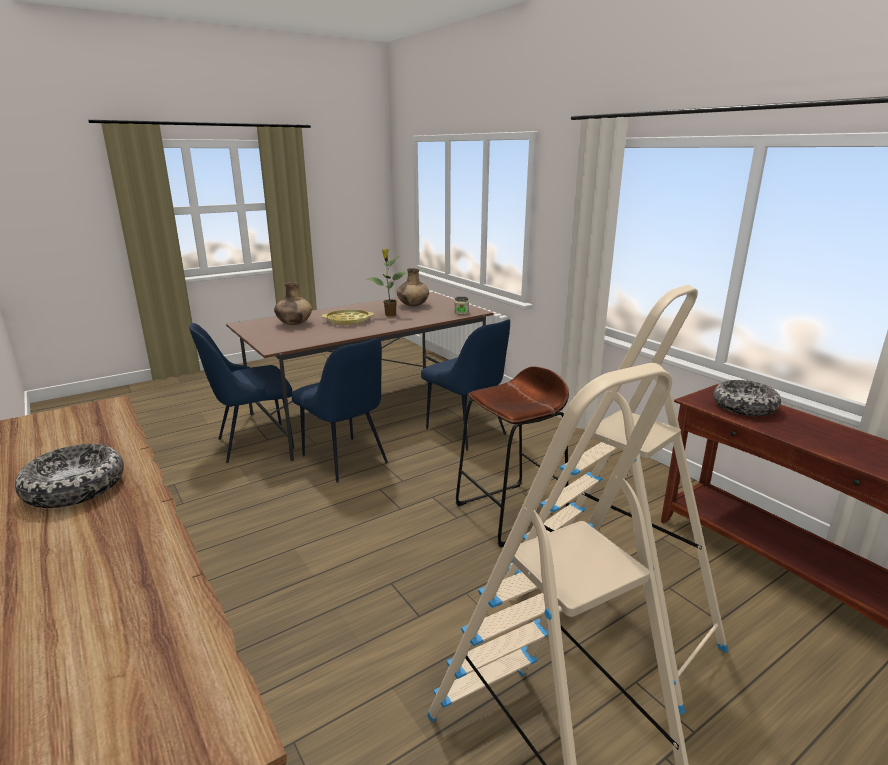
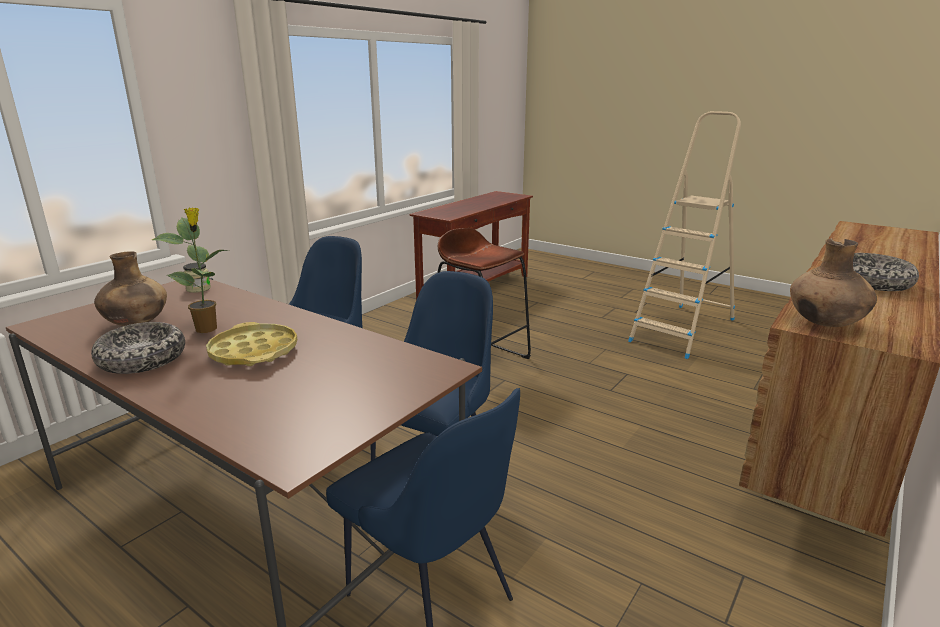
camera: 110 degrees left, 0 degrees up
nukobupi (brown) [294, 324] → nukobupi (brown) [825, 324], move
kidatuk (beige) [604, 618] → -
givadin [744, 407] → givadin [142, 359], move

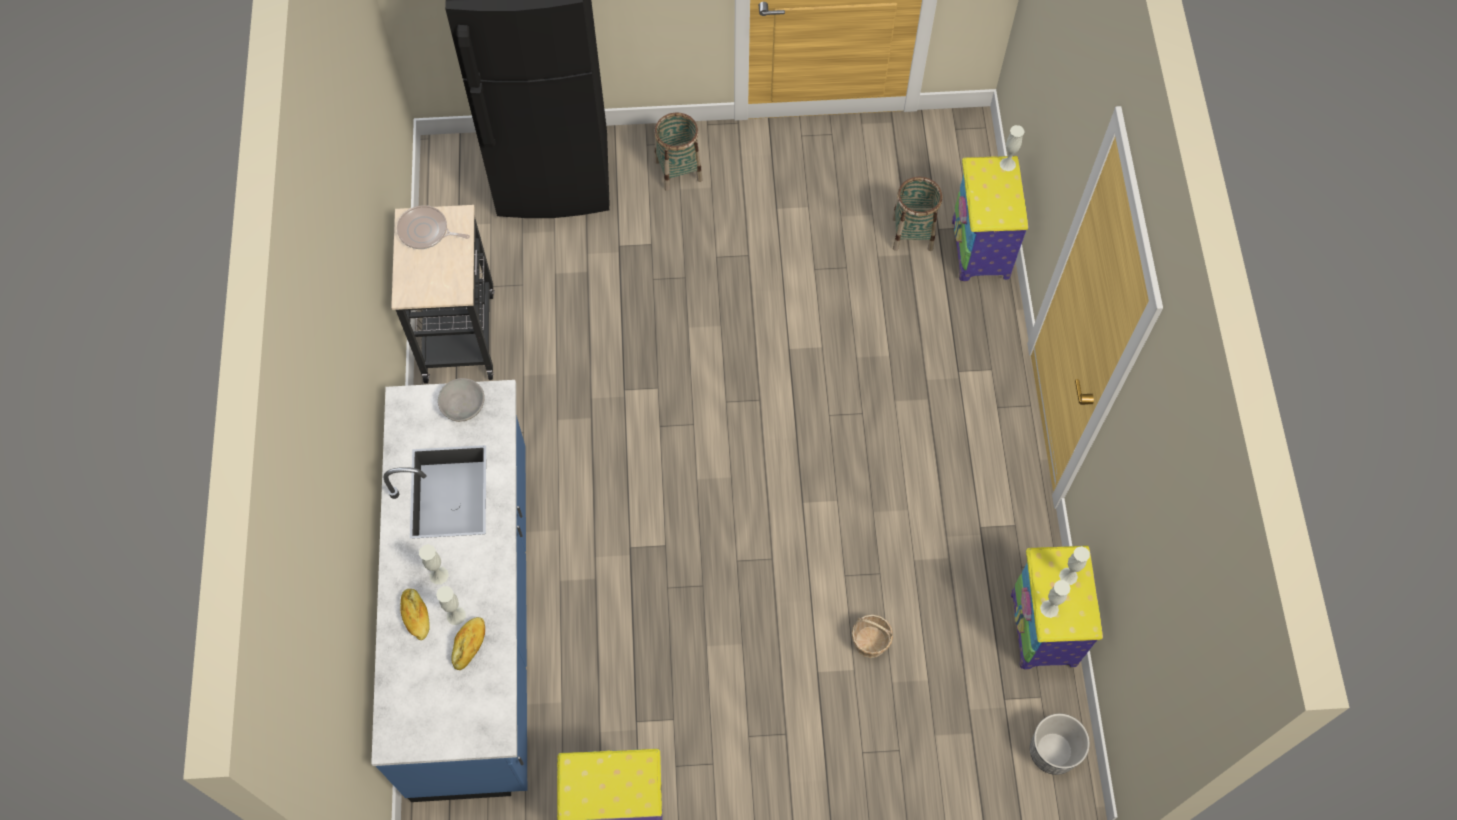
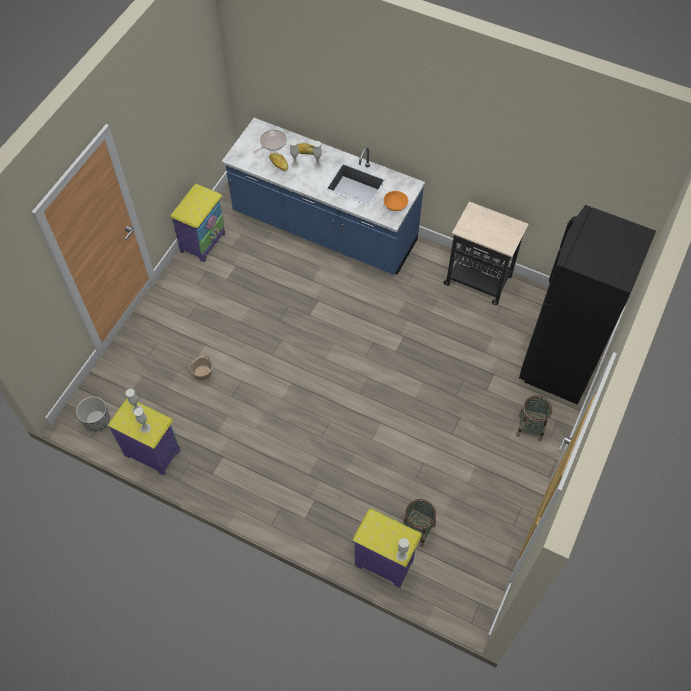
camera: 120 degrees right, 5 degrees down
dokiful [426, 231] → dokiful [272, 143], move
givadin (grey) [463, 406] → givadin (orange) [395, 205]

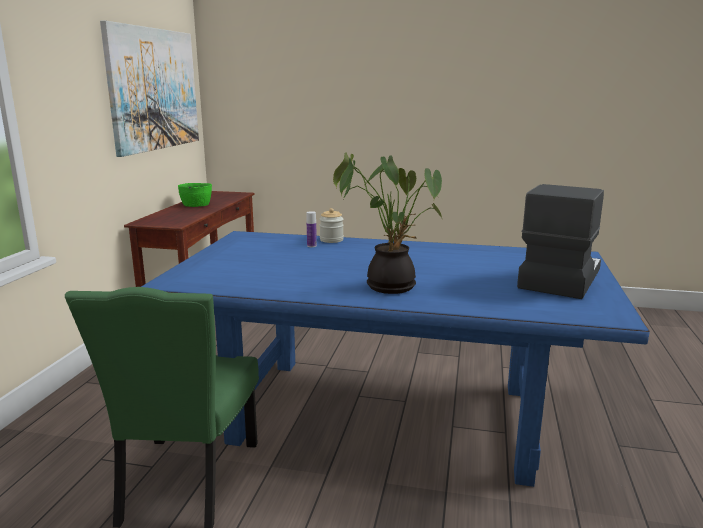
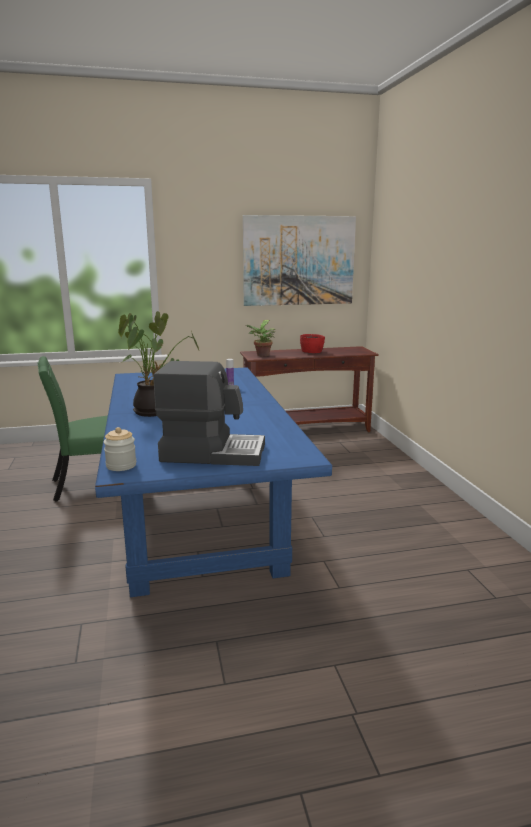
camera: 65 degrees right, 0 degrees up
givadin (green) [196, 205] → givadin (red) [312, 351]
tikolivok [331, 240] → tikolivok [121, 465], move
- → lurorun [262, 355]

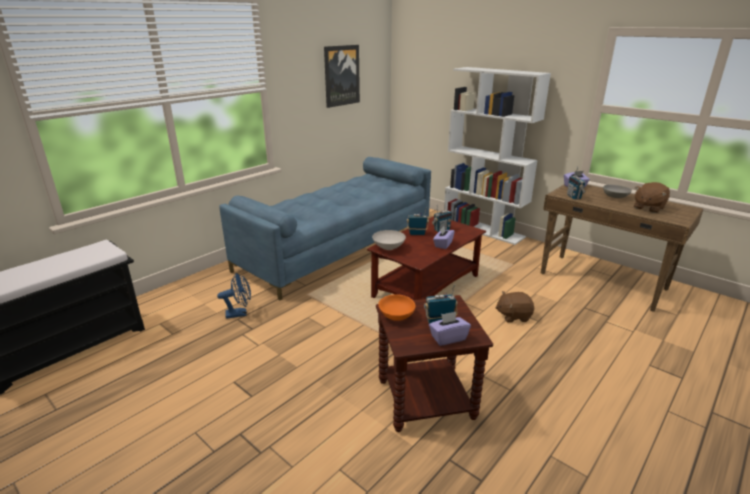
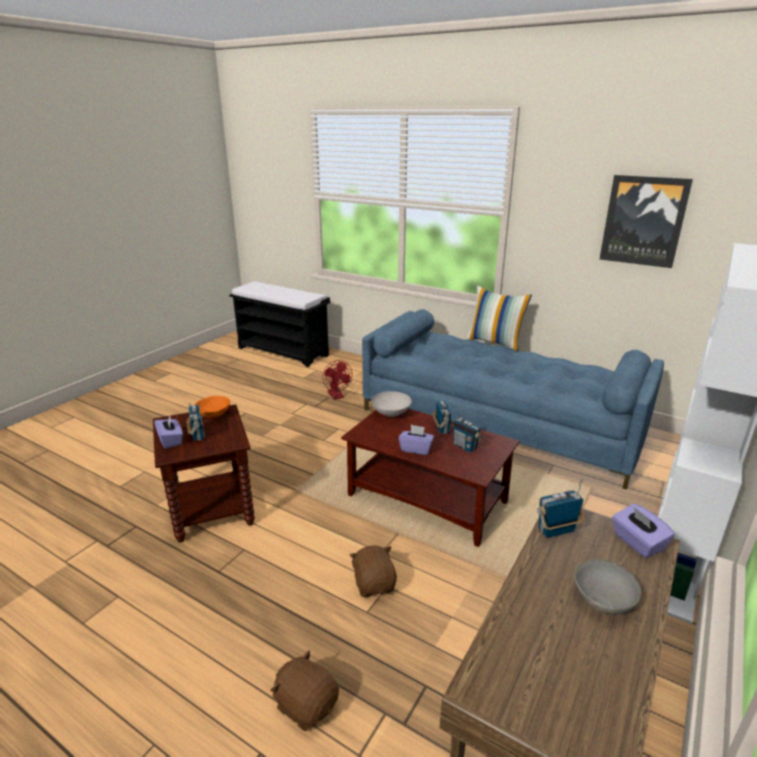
camera: 80 degrees right, 0 degrees up
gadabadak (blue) [240, 313] → gadabadak (red) [337, 396]
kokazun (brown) [648, 208] → kokazun (brown) [306, 704], move
- → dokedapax [495, 342]

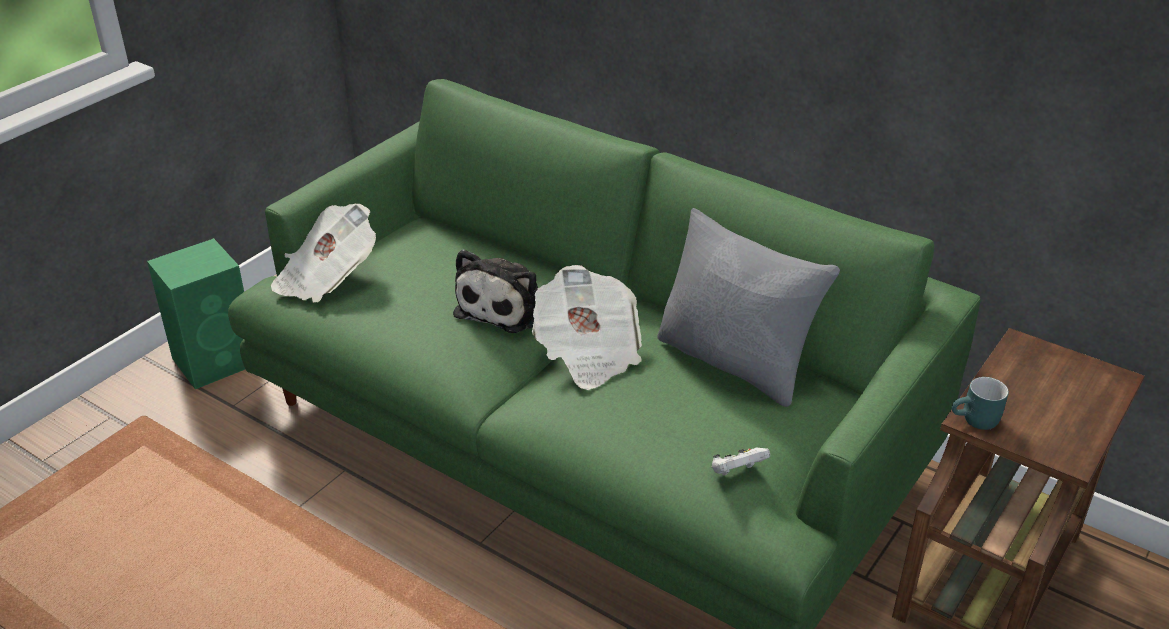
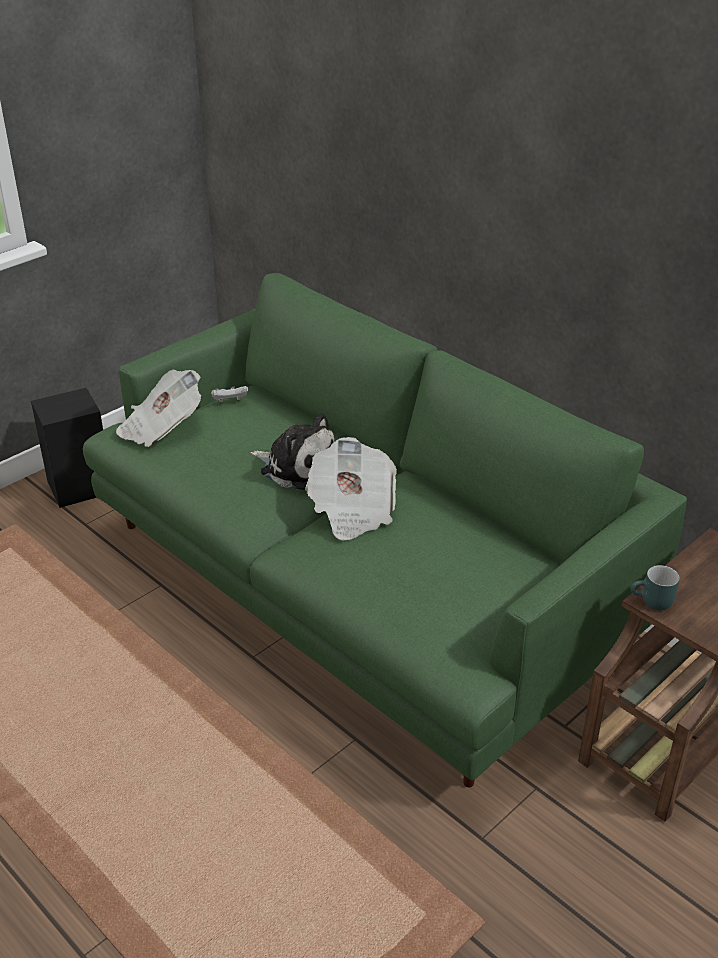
camera: 10 degrees right, 0 degrees up
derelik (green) [217, 360] → derelik (black) [82, 486]
kokazun [504, 306] → kokazun [296, 466], 90 degrees counterclockwise
dokedapax (grey) [735, 362] → -
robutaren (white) [737, 472] → robutaren (white) [230, 401], move

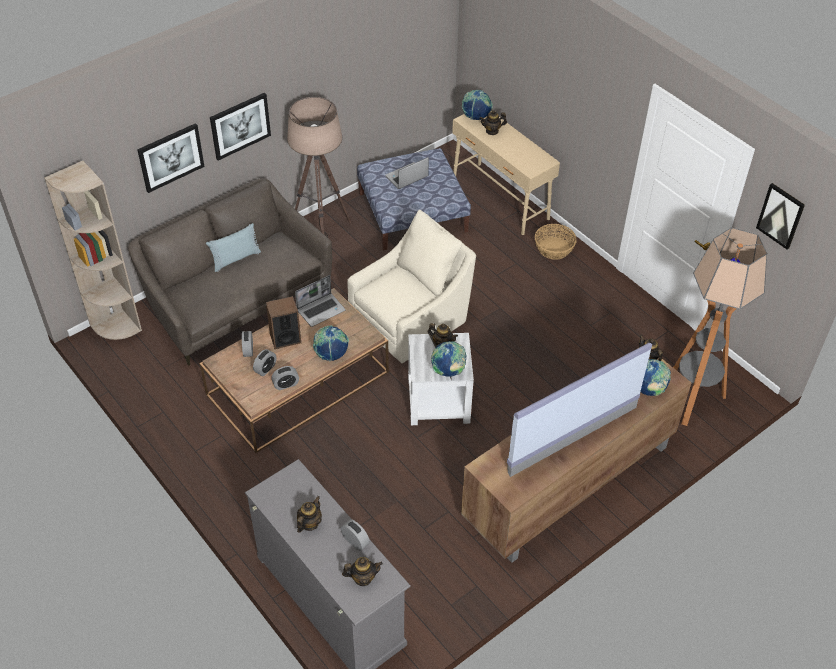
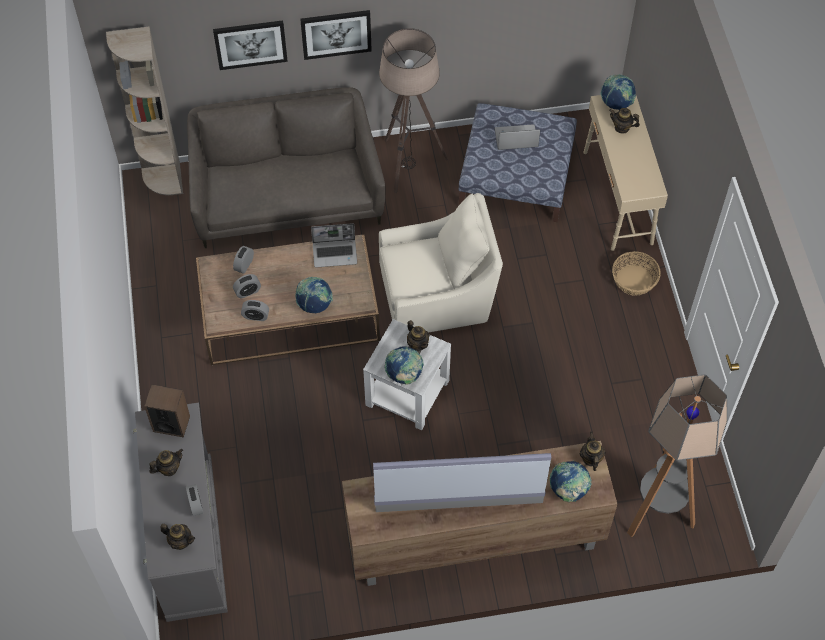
camera: 30 degrees right, 10 degrees up
dokedapax (blue) [235, 259] → -
derelik [285, 338] → derelik [171, 423], move
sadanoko [780, 215] → -

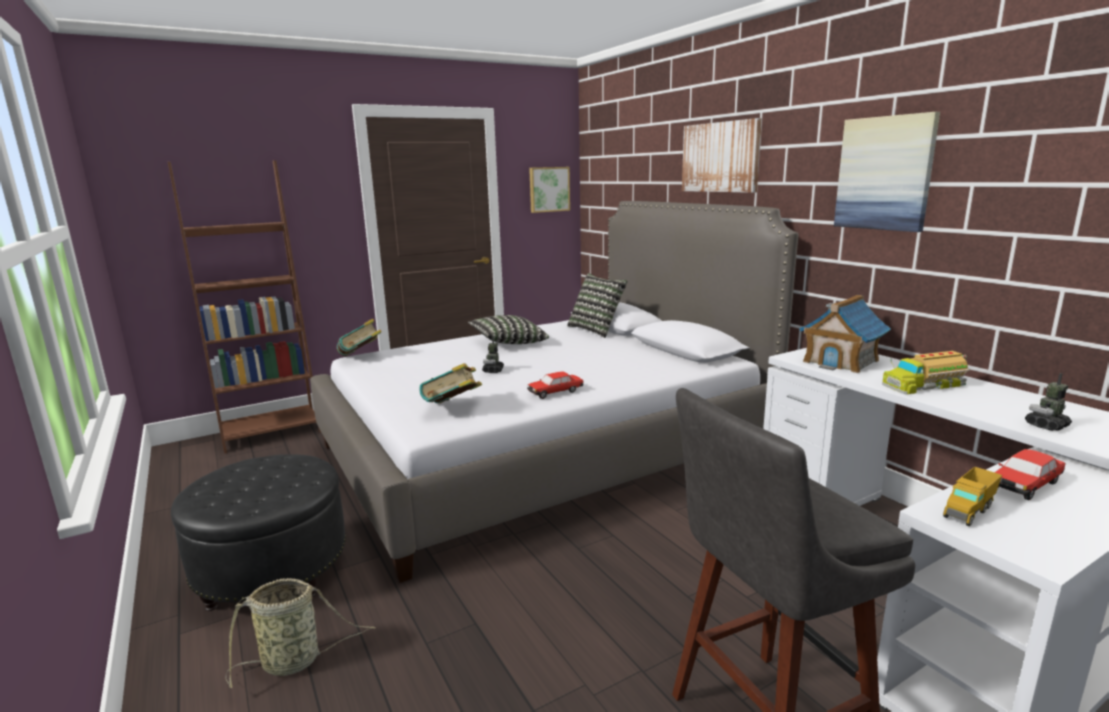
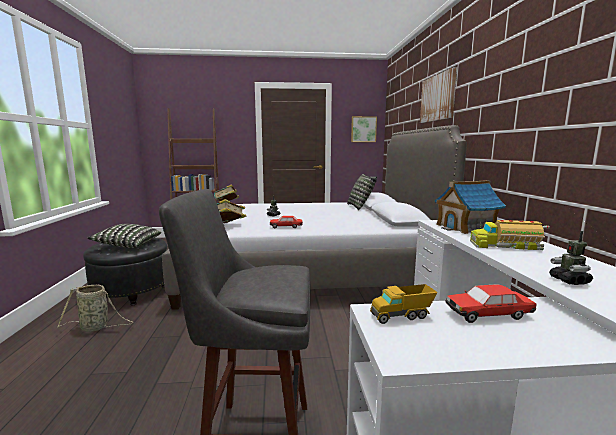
camera: 25 degrees right, 5 degrees down
dokedapax [508, 343] → dokedapax [128, 245], move
sadanoko [884, 173] → -
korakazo [1046, 425] → korakazo [569, 281], 90 degrees counterclockwise

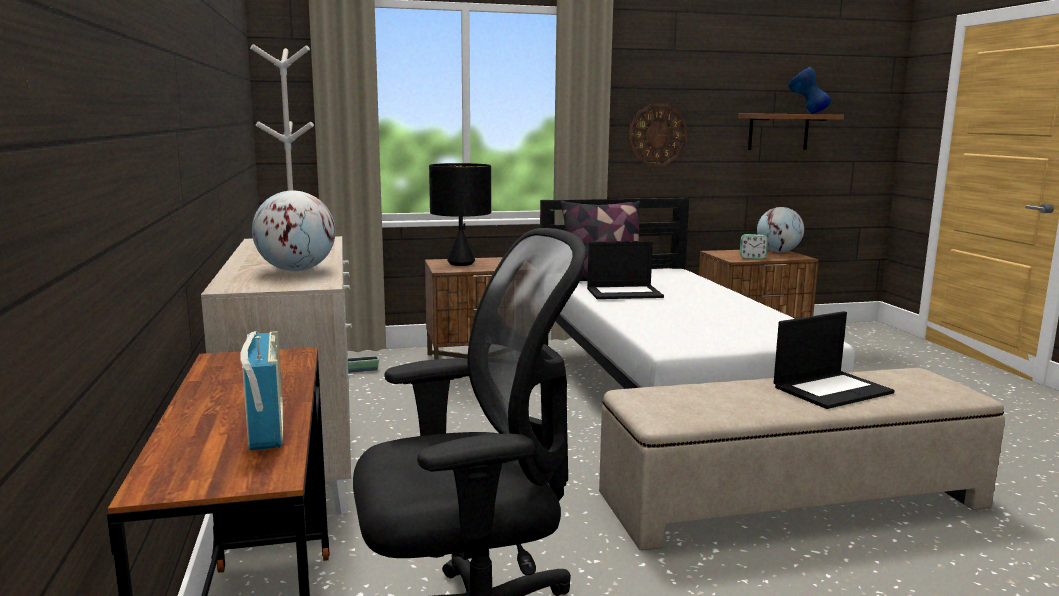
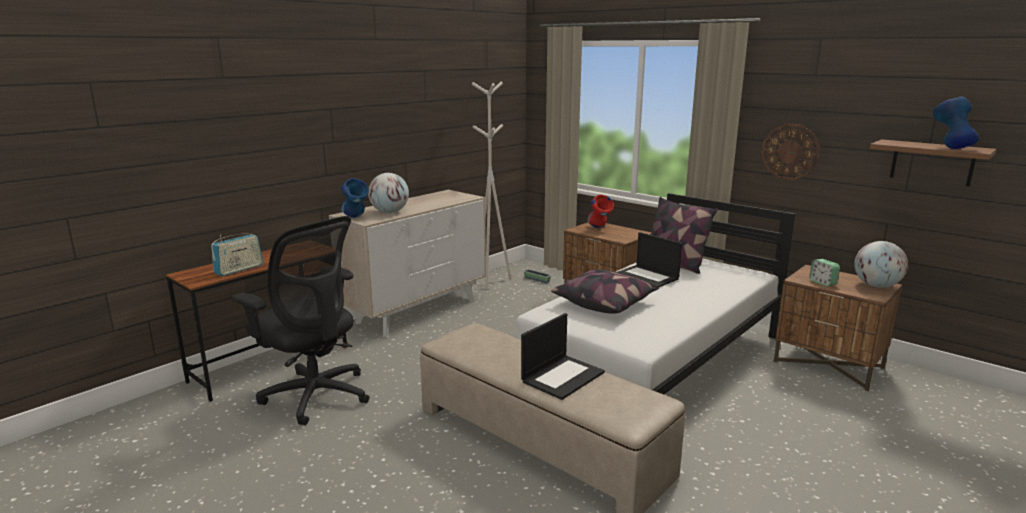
camera: 55 degrees right, 5 degrees up
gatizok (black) [461, 264] → nukobupi (red) [599, 228]
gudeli [832, 389] → gudeli [563, 376], 75 degrees counterclockwise
- → nukobupi (blue) [356, 218]
- → dokedapax [605, 303]

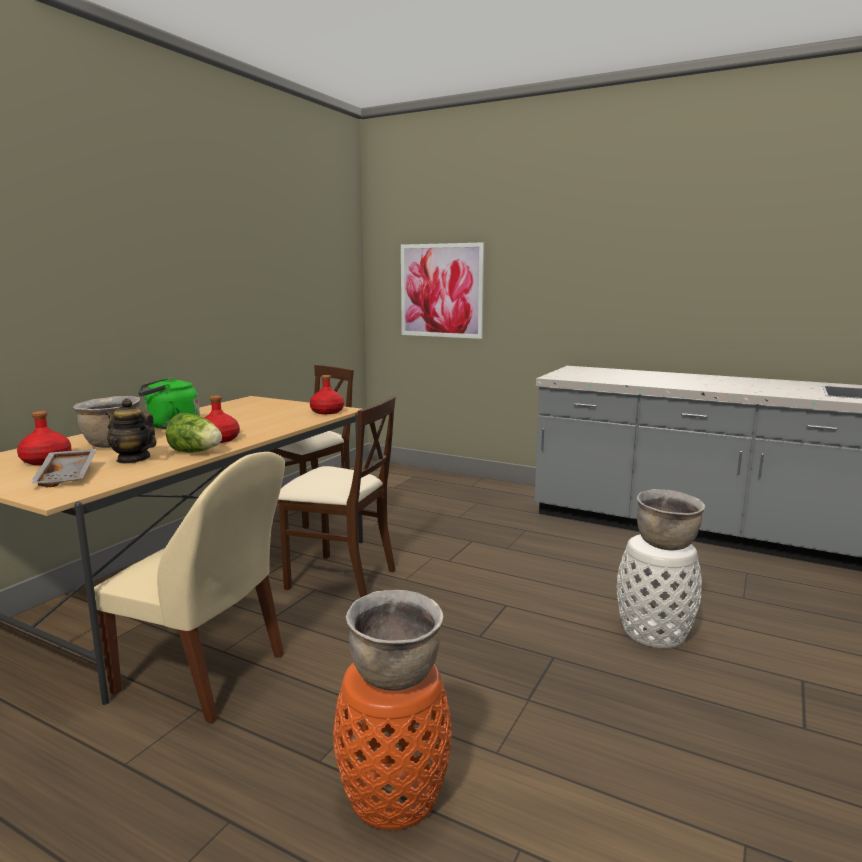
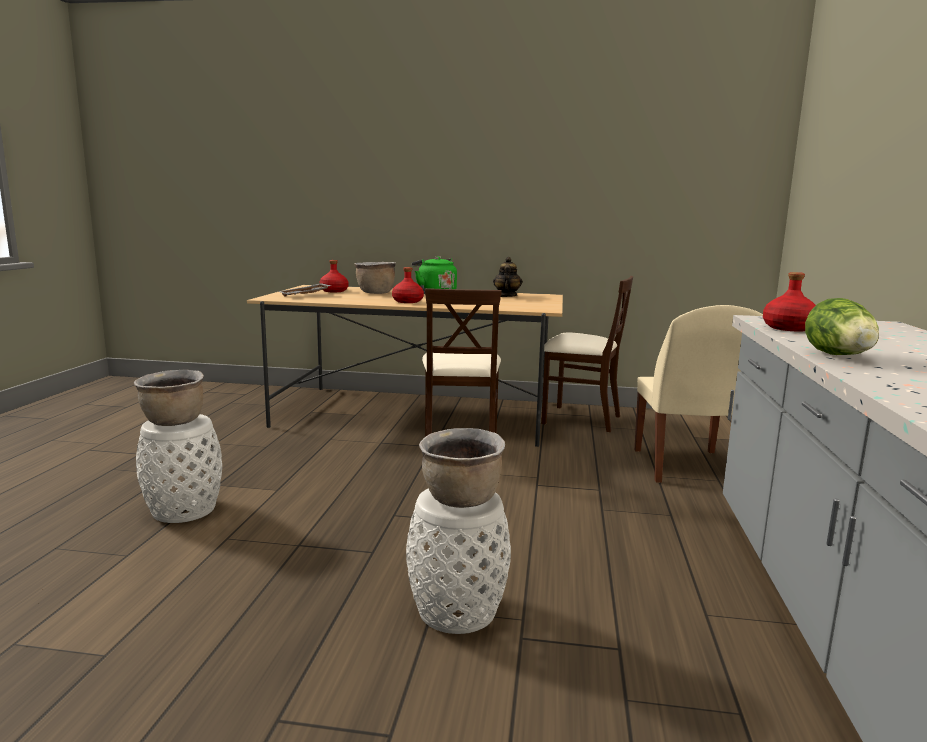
camera: 70 degrees right, 0 degrees up
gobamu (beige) [205, 675] → gobamu (beige) [686, 468], move
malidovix [133, 459] → malidovix [506, 296], move
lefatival [196, 452] → lefatival [840, 356], move
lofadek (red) [327, 411] → lofadek (red) [789, 328], move
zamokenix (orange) [393, 795] → zamokenix (white) [184, 510]
sadanoko [441, 290] → -

